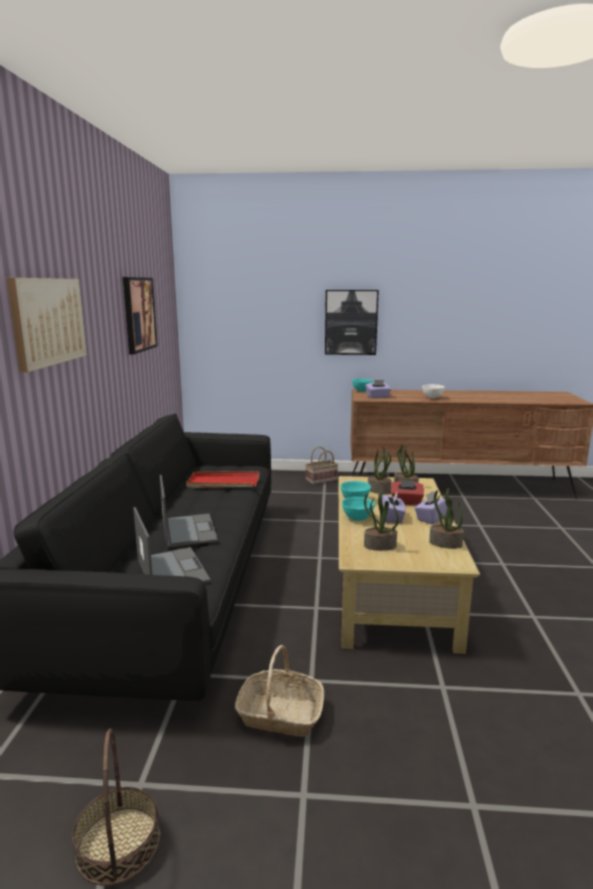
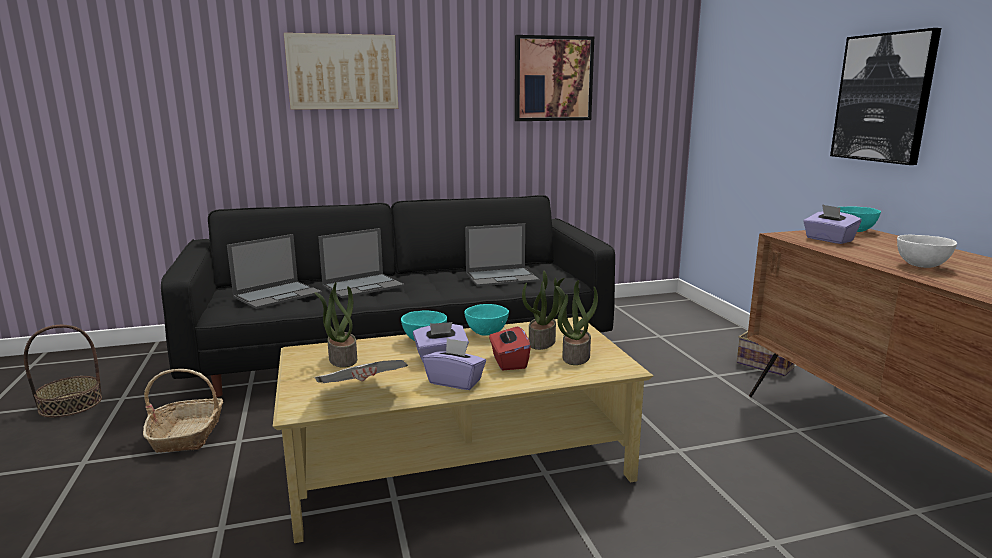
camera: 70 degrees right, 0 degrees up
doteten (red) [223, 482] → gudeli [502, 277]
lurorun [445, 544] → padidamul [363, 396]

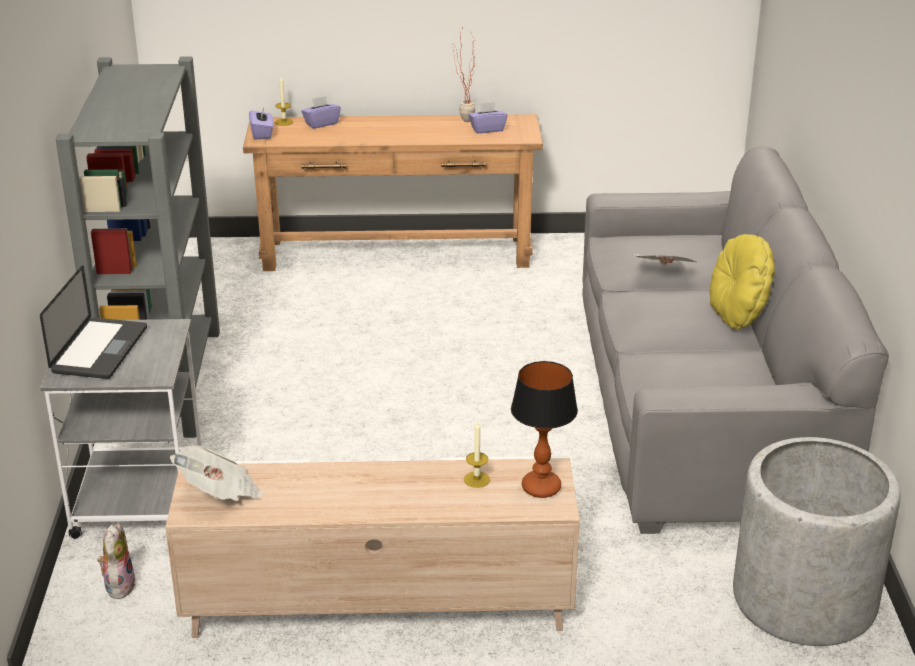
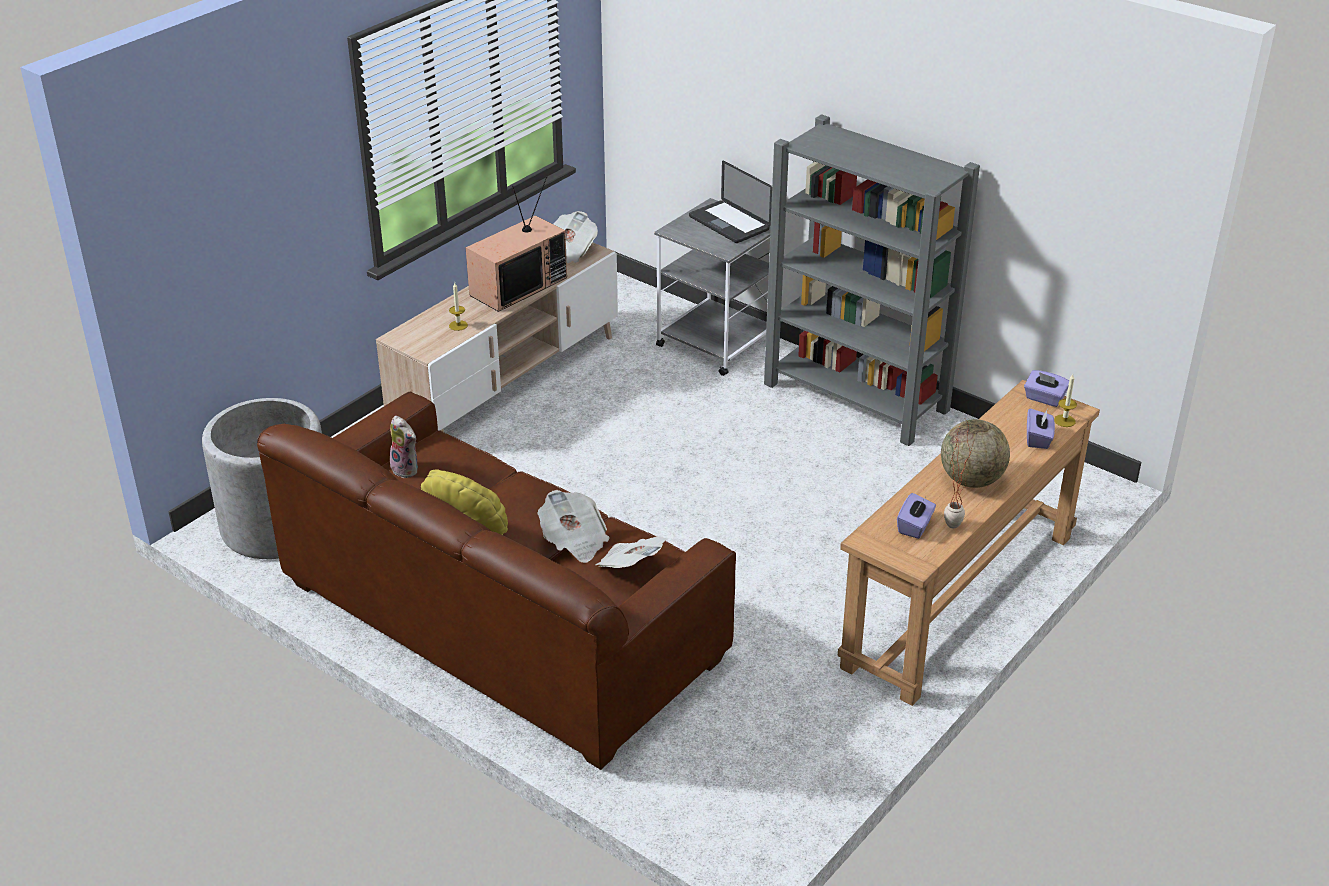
camera: 130 degrees right, 5 degrees up
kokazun [118, 585] → kokazun [407, 469], move
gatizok [540, 488] → -
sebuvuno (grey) [699, 405] → sebuvuno (brown) [503, 622]
- → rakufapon [518, 285]
- → padidamul [631, 566]
- → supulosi [971, 480]

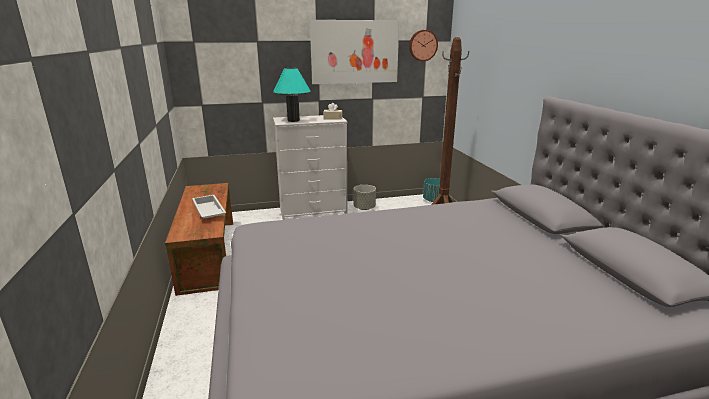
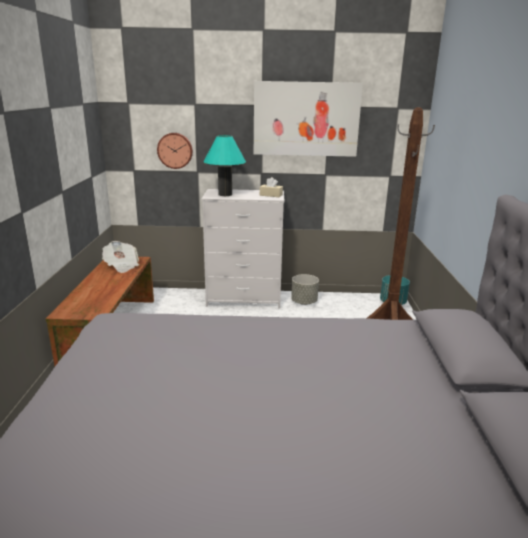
camera: 15 degrees right, 0 degrees up
doteten (white) [208, 211] → -
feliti [422, 45] → feliti [175, 150], move
- → padidamul [121, 266]

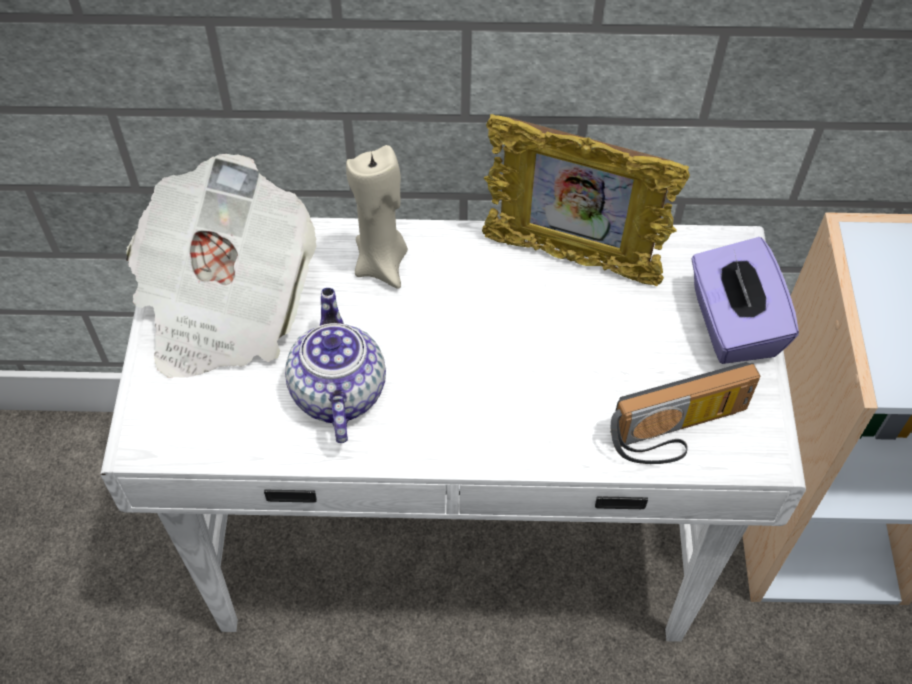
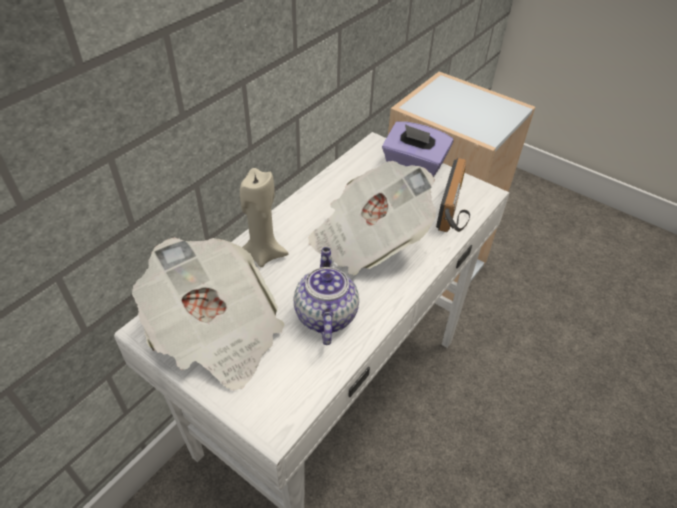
camera: 55 degrees left, 10 degrees down
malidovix [337, 390] → malidovix [325, 314], 60 degrees clockwise
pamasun [571, 259] → -
- → padidamul [368, 239]

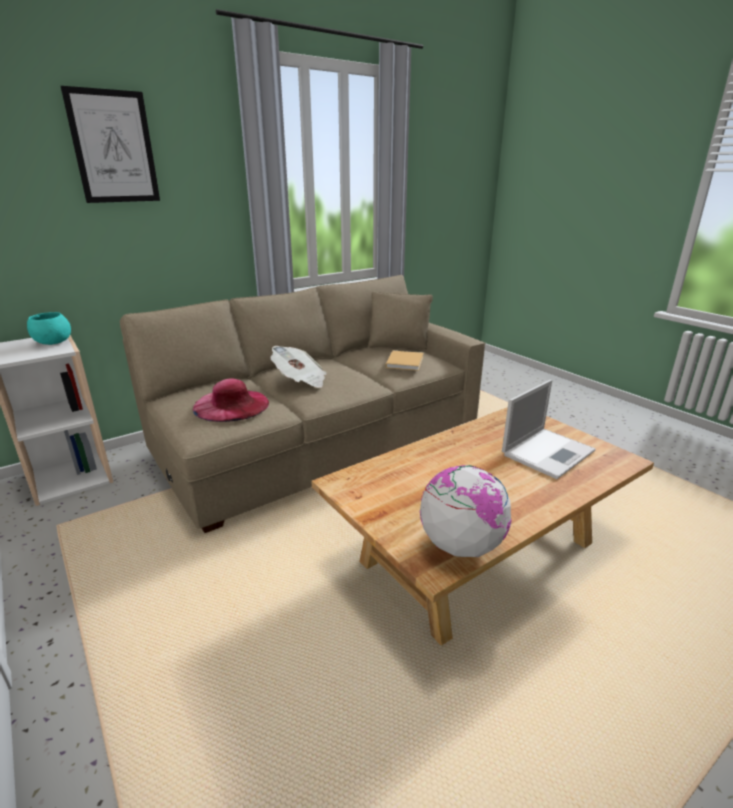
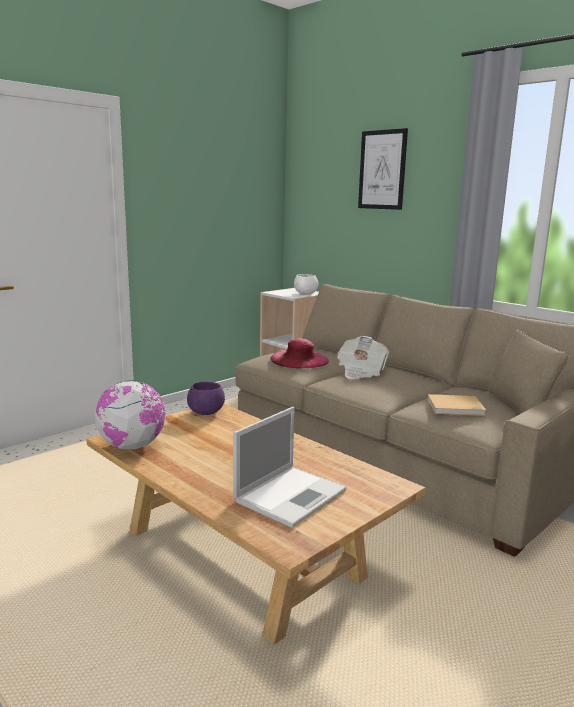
camera: 80 degrees right, 10 degrees down
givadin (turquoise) [53, 342] → givadin (white) [306, 294]
gudeli [548, 452] → gudeli [291, 494], 90 degrees counterclockwise
- → givadin (purple) [205, 412]

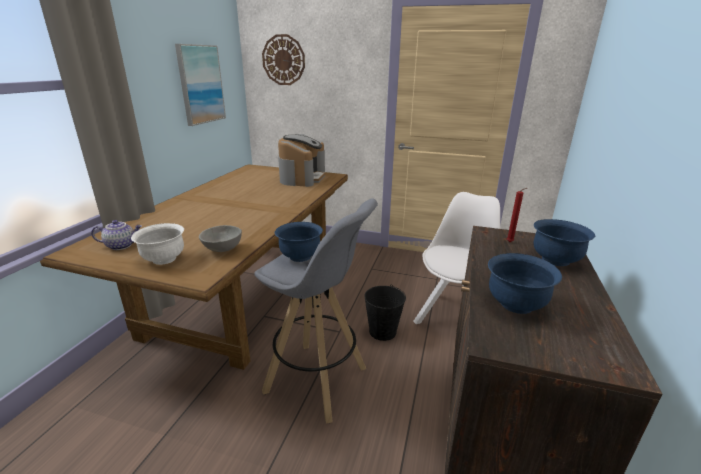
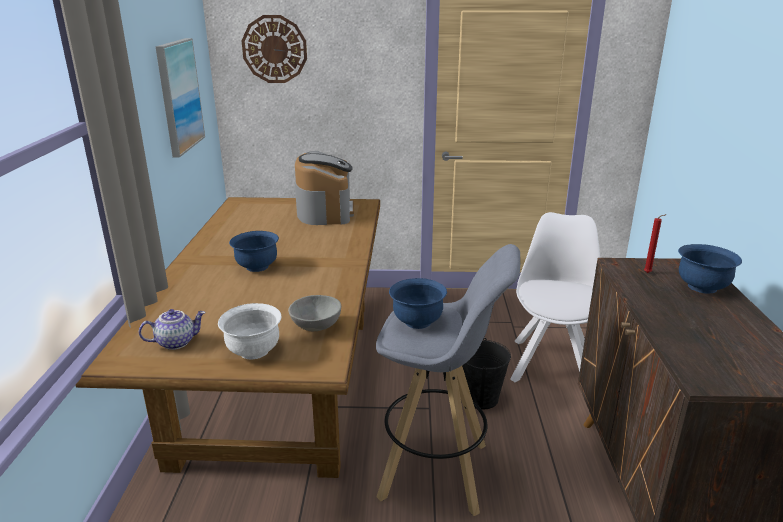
camera: 15 degrees left, 0 degrees up
givadin (blue) [515, 304] → givadin (blue) [257, 267], move

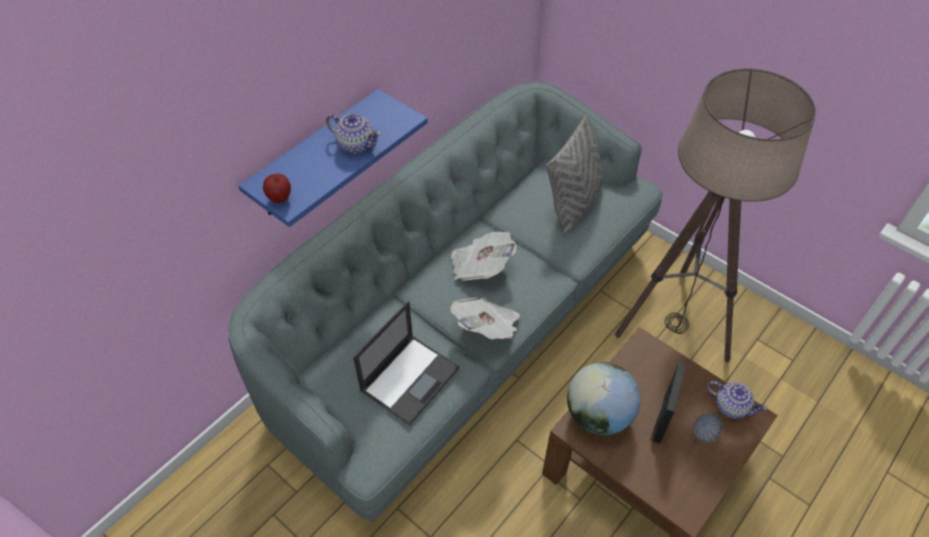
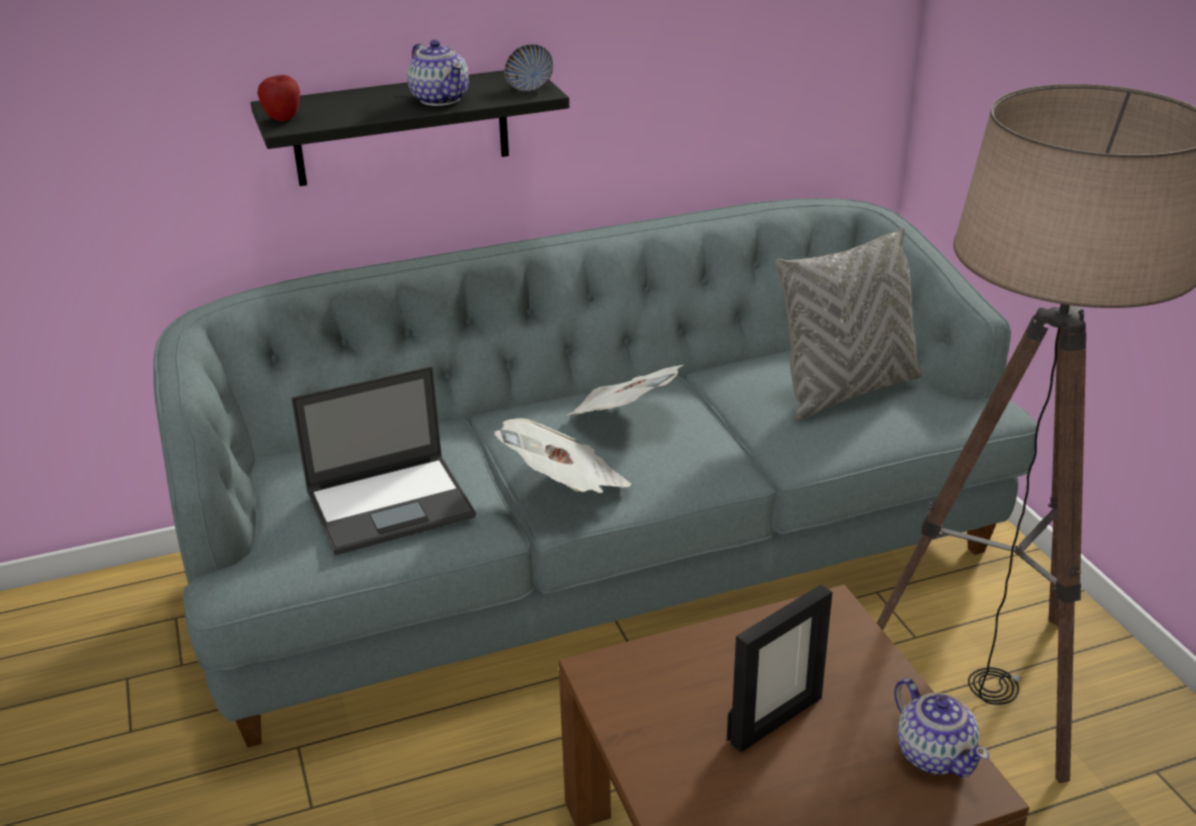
camera: 30 degrees right, 20 degrees down
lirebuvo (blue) [316, 155] → lirebuvo (black) [401, 127]
supulosi [598, 415] → -
givadin [704, 433] → givadin [530, 87], move

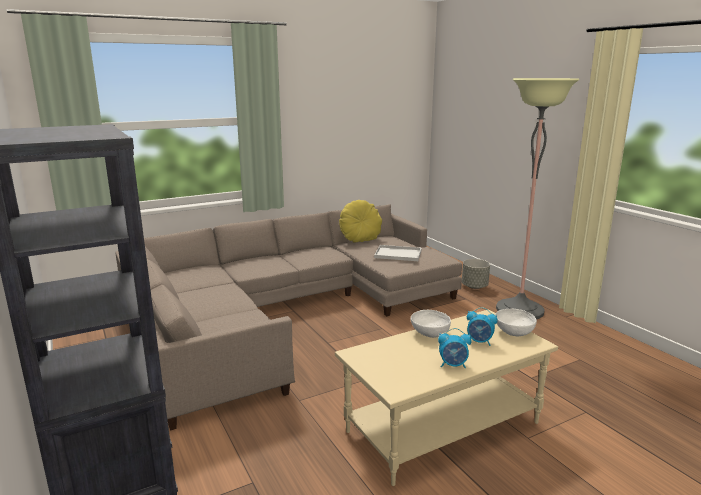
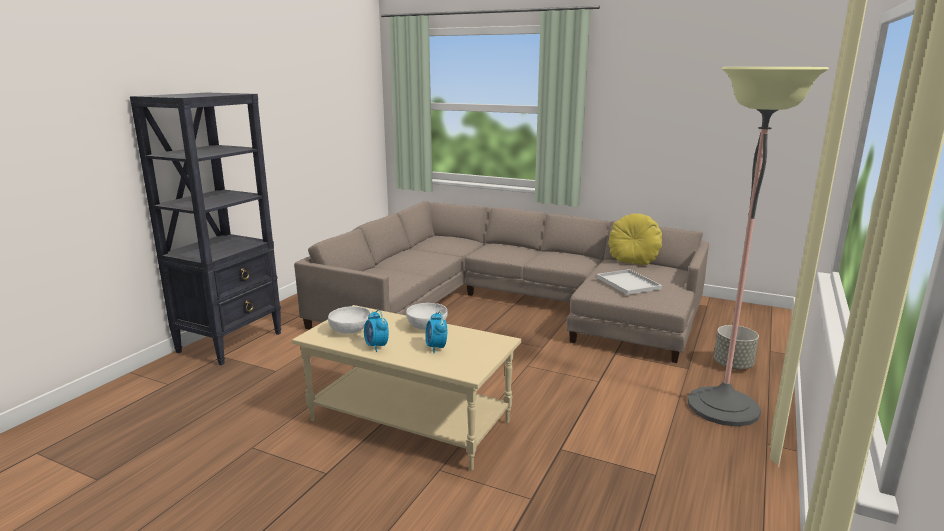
camera: 55 degrees right, 0 degrees up
givadin (white) [513, 332] → givadin (white) [351, 330], move

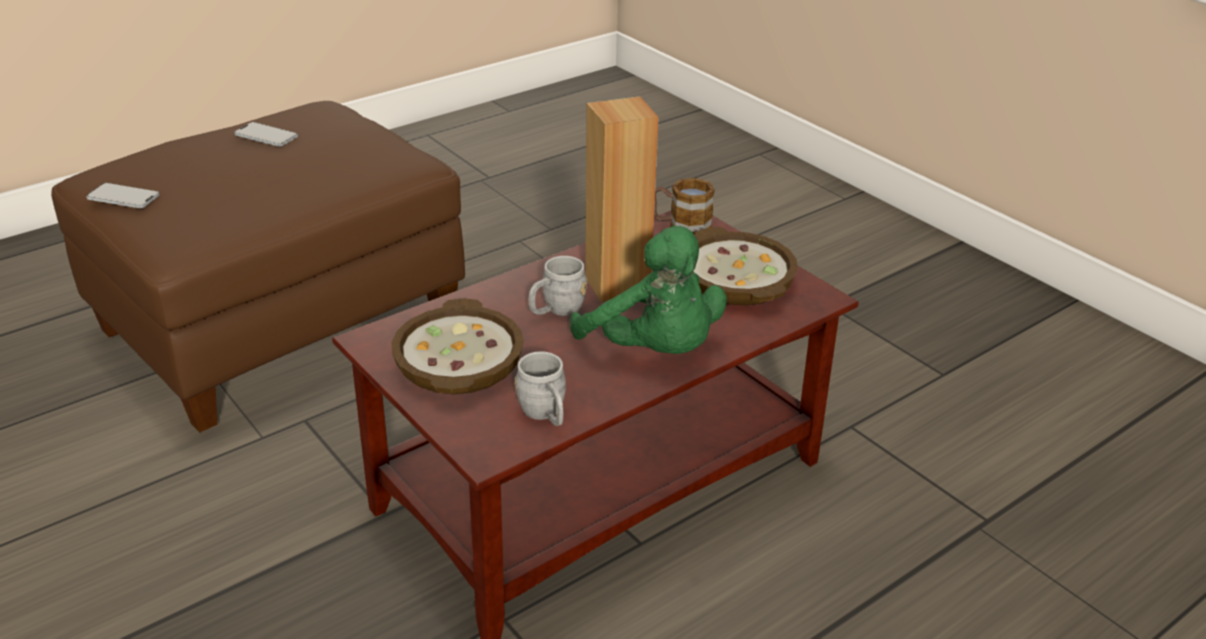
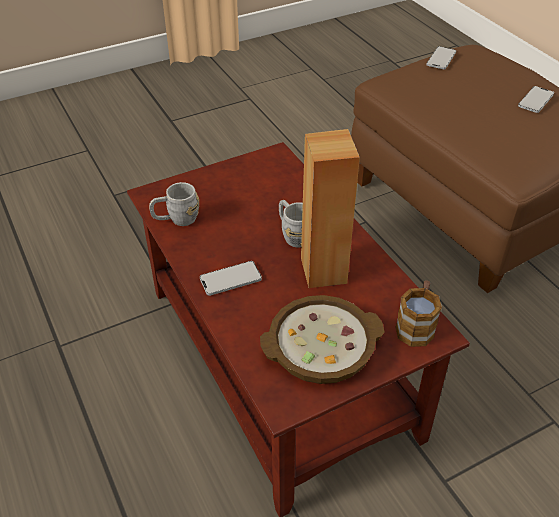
camera: 100 degrees right, 10 degrees up
givadin [460, 362] → -
kokazun (green) [655, 350] → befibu [230, 279]

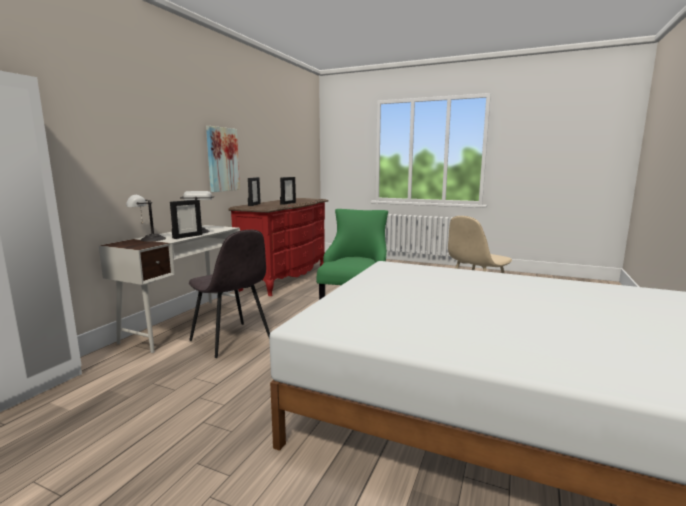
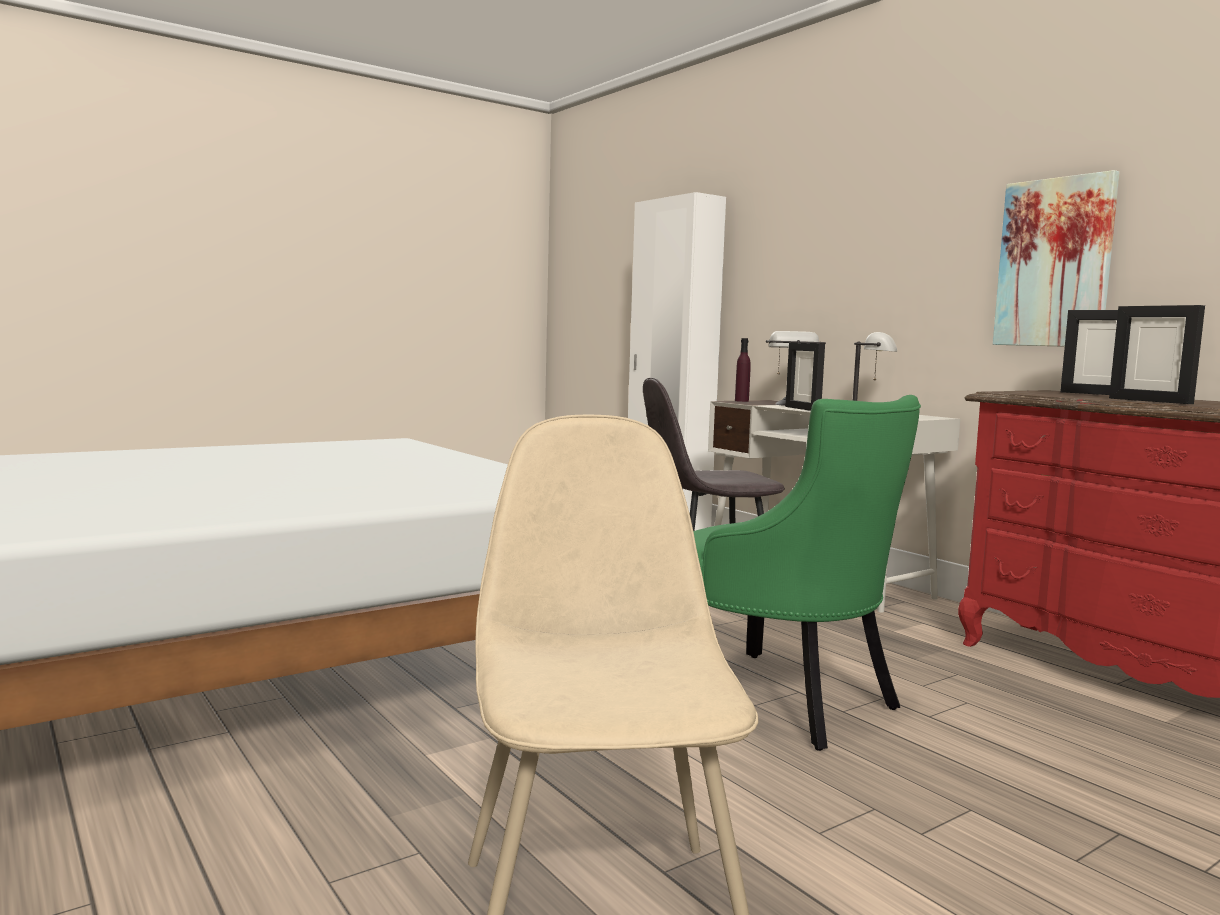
camera: 120 degrees right, 5 degrees down
- → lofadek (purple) [741, 401]

